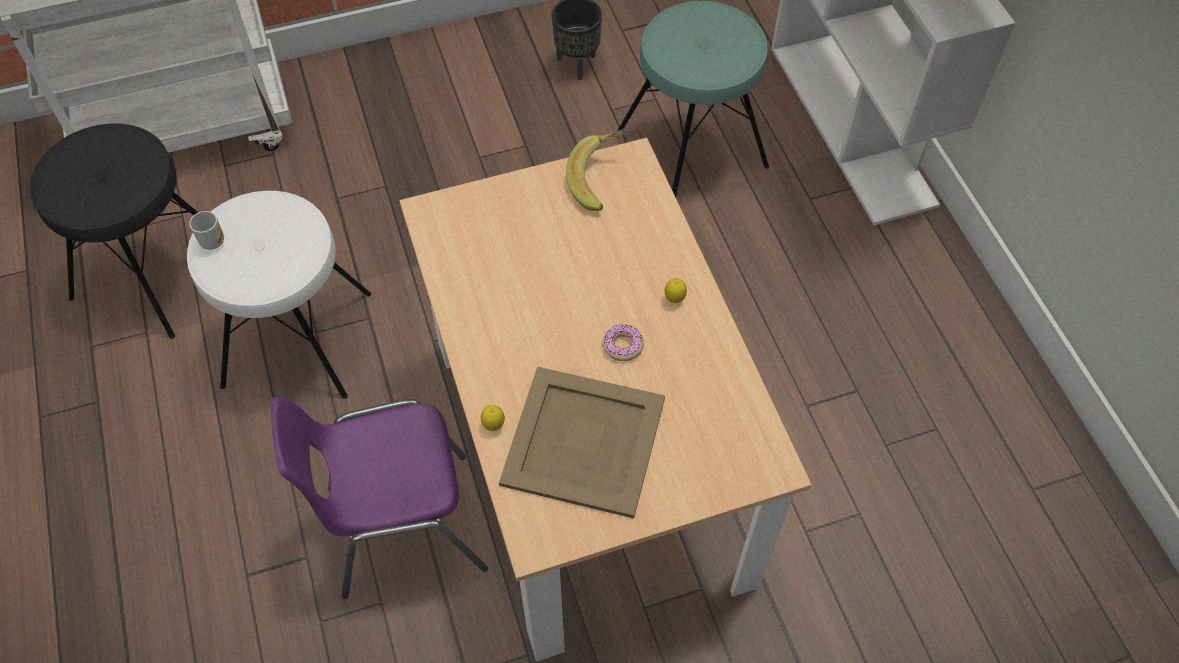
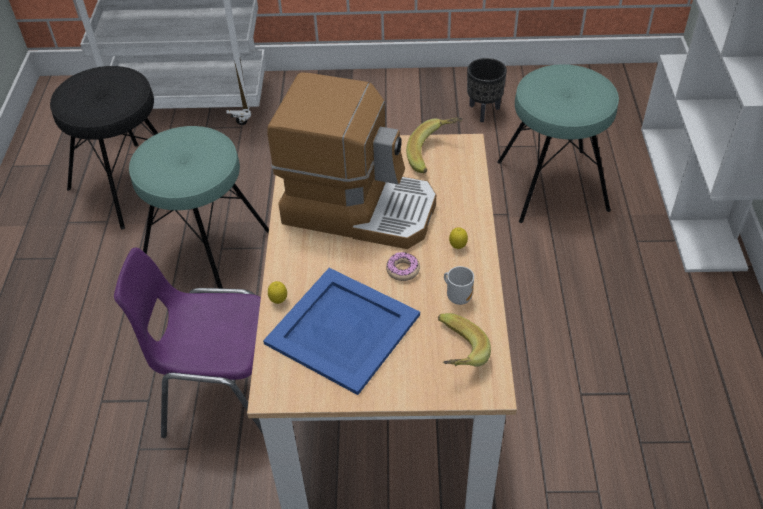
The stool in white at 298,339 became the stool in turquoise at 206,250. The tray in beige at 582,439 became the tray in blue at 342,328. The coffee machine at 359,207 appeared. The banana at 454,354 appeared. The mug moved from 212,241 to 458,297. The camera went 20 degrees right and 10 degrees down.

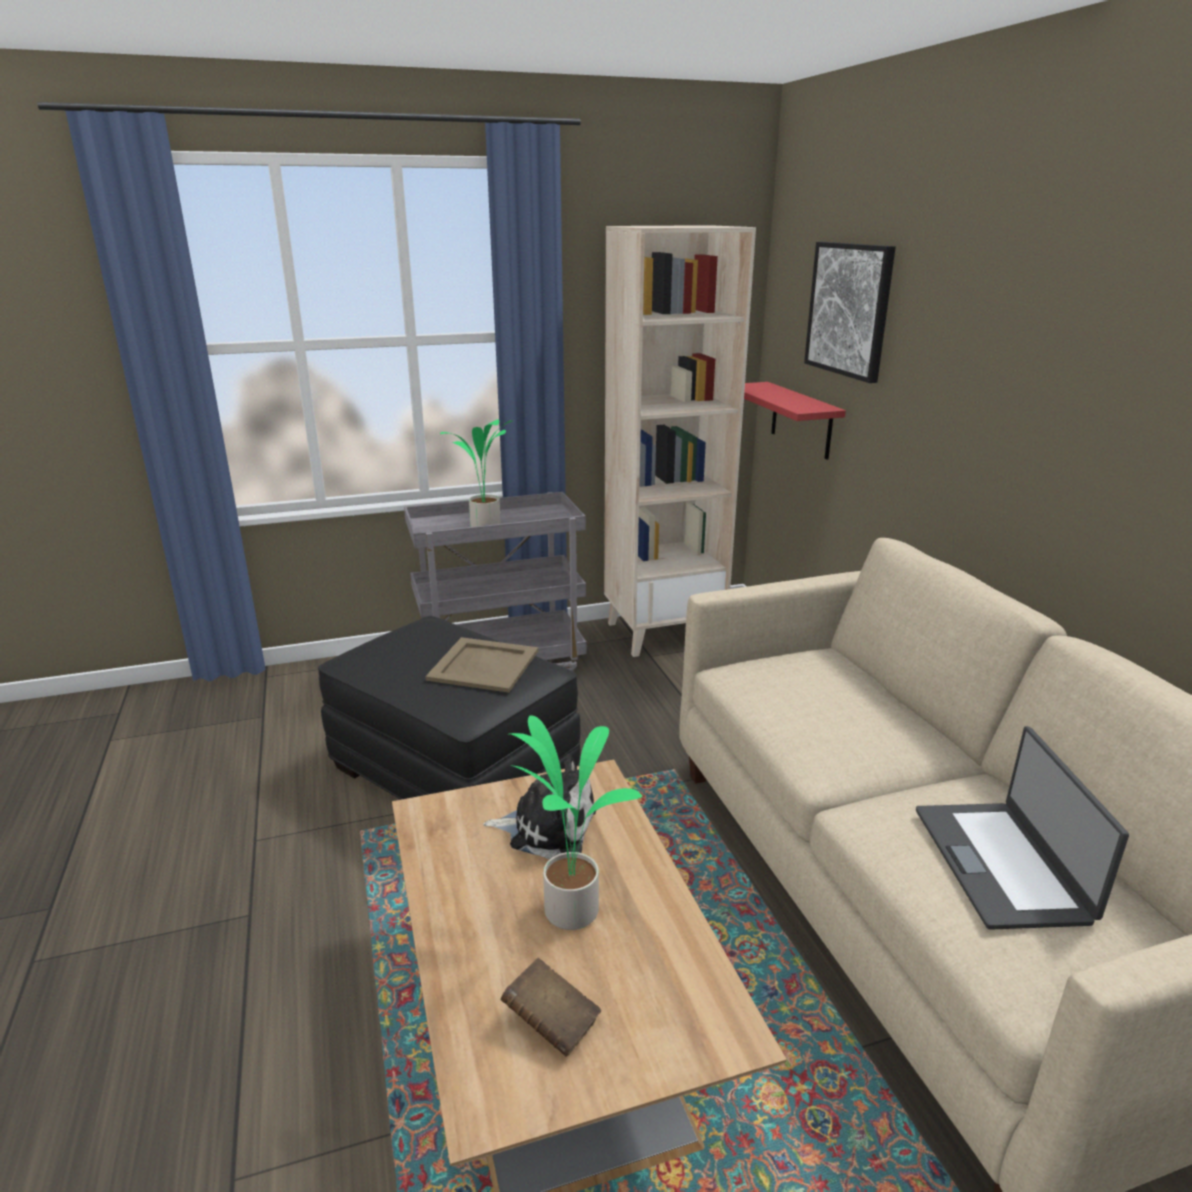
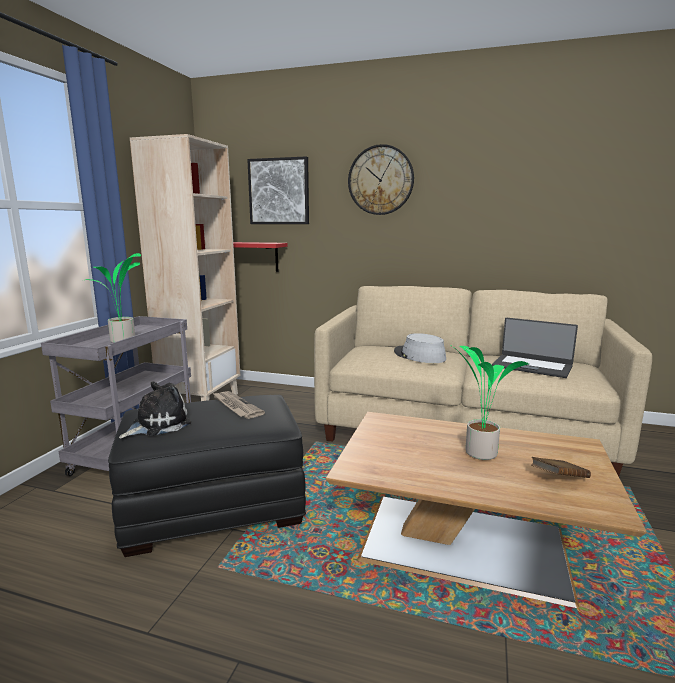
The plush toy moved from 547,827 to 157,424. The tray in beige at 483,664 was replaced by the newspaper at 236,406. The wall clock at 380,180 appeared. The hat in grey at 419,356 appeared. The camera went 55 degrees left and 10 degrees down.

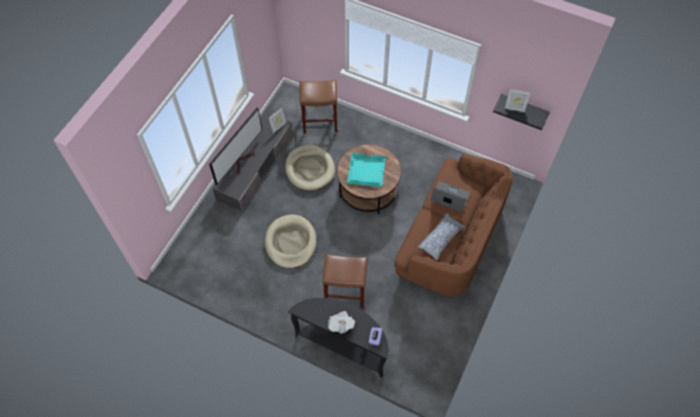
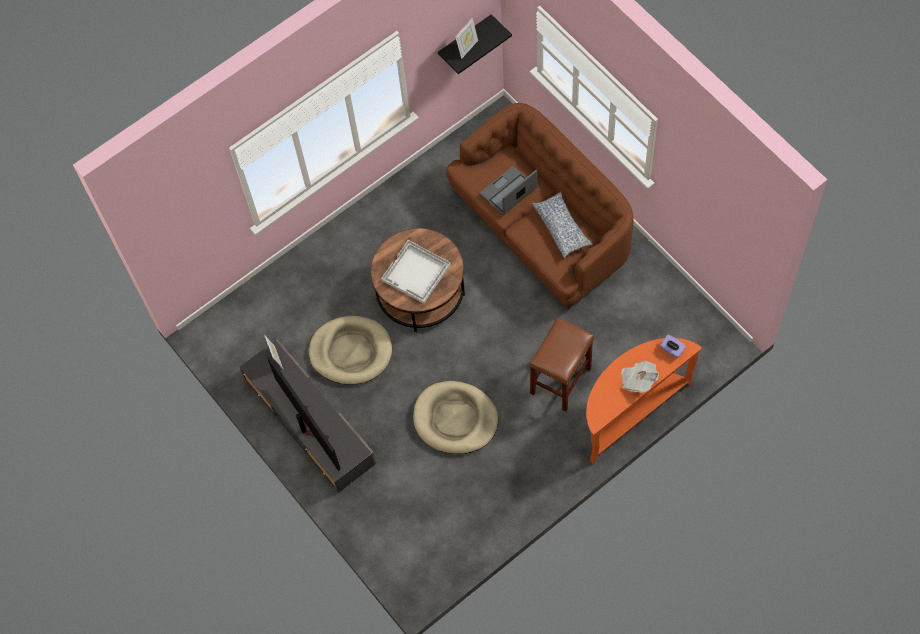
The tray in turquoise at 366,171 became the tray in white at 416,273. The console table in black at 343,345 became the console table in orange at 630,411. The stool in brown at 320,122 disappeared. The camera went 60 degrees left and 5 degrees up.

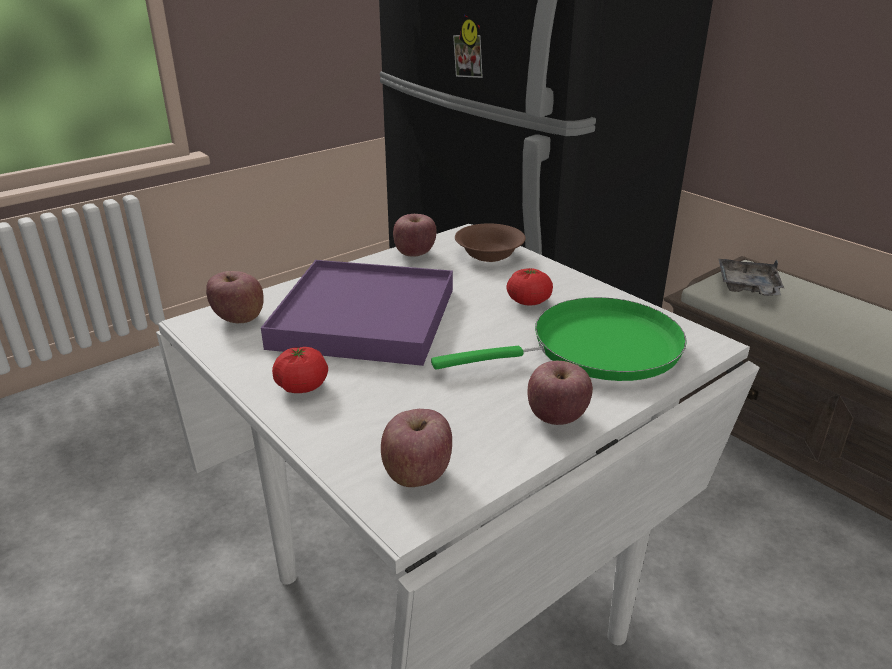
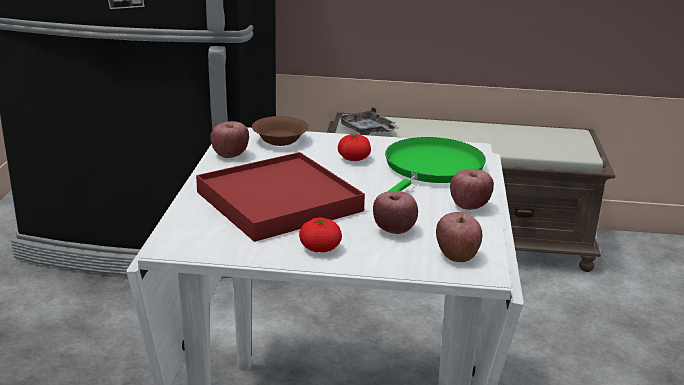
The tray in purple at 365,318 became the tray in red at 279,201. The apple moved from 238,318 to 394,230. The camera went 45 degrees left and 5 degrees down.

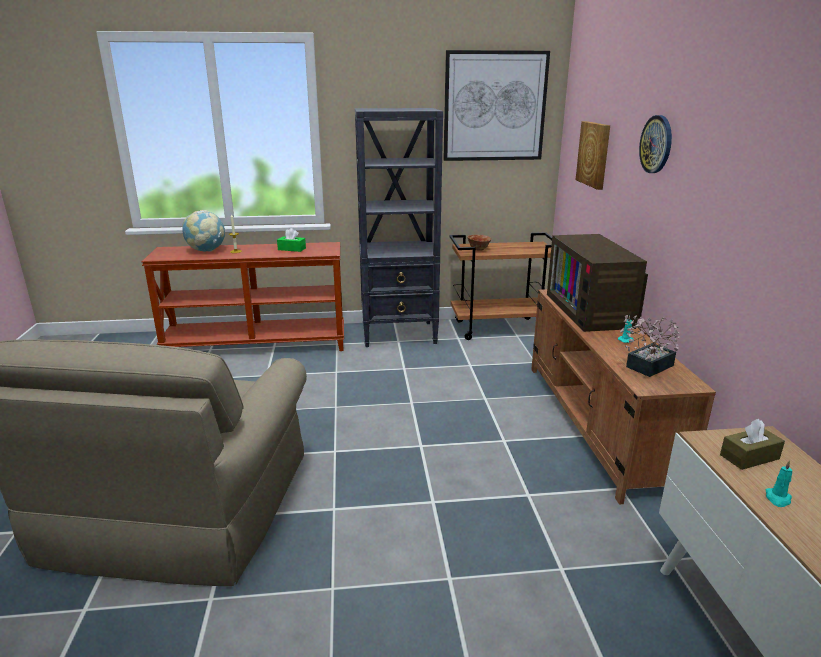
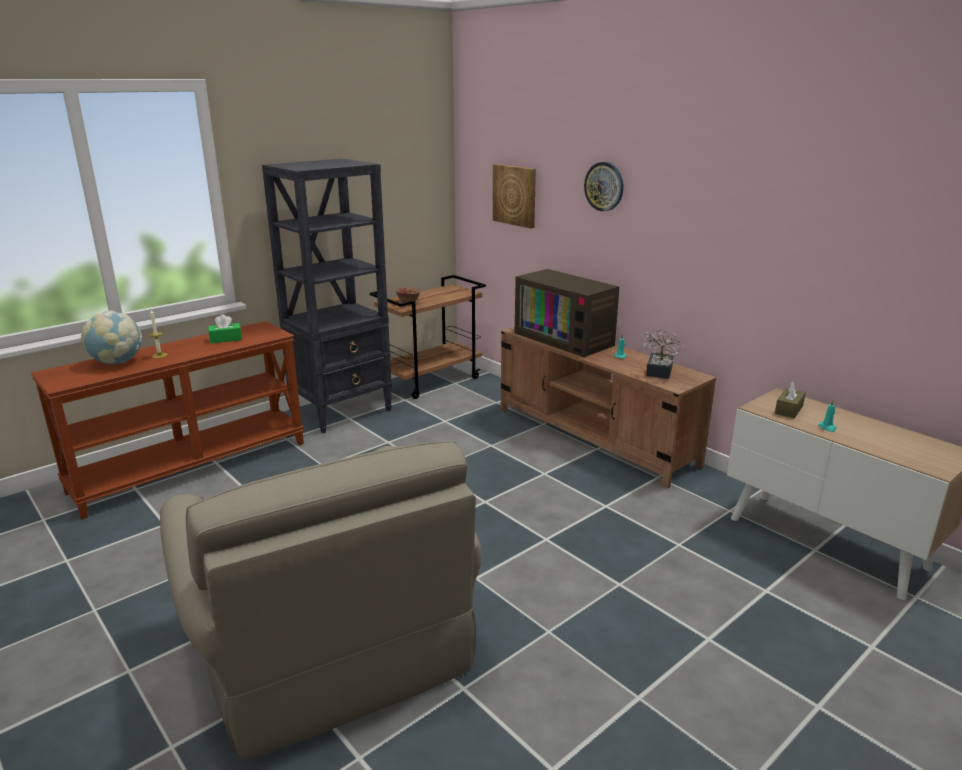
The picture at 494,107 disappeared. The camera went 35 degrees left and 0 degrees up.

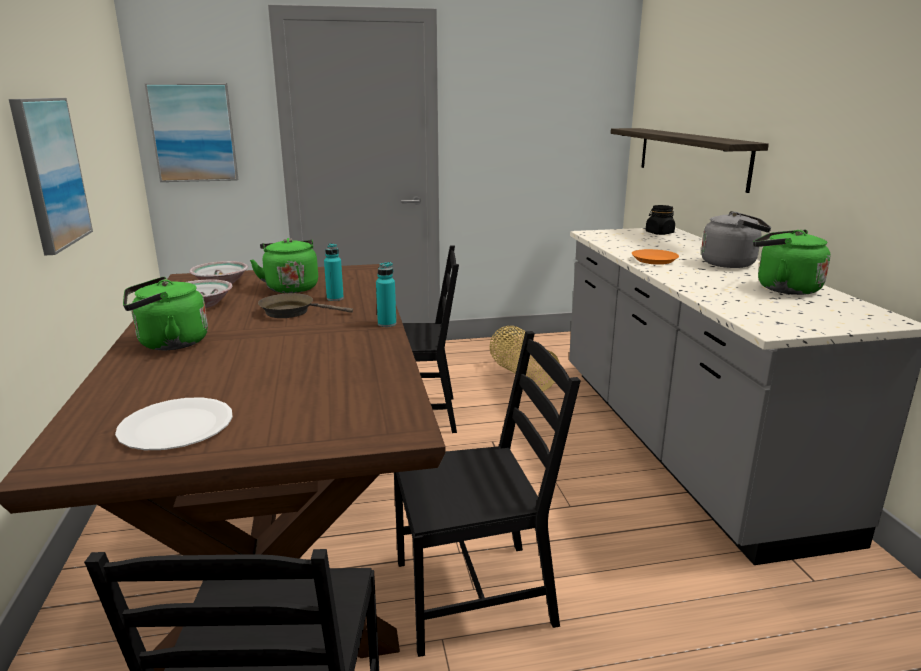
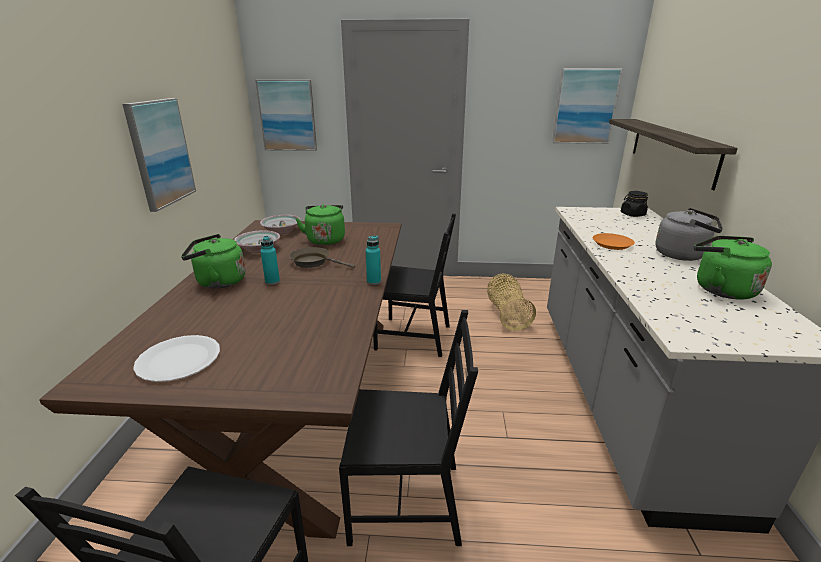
The bottle in turquoise moved from 335,298 to 272,281. The picture at 585,106 appeared. The camera went 15 degrees right and 5 degrees up.

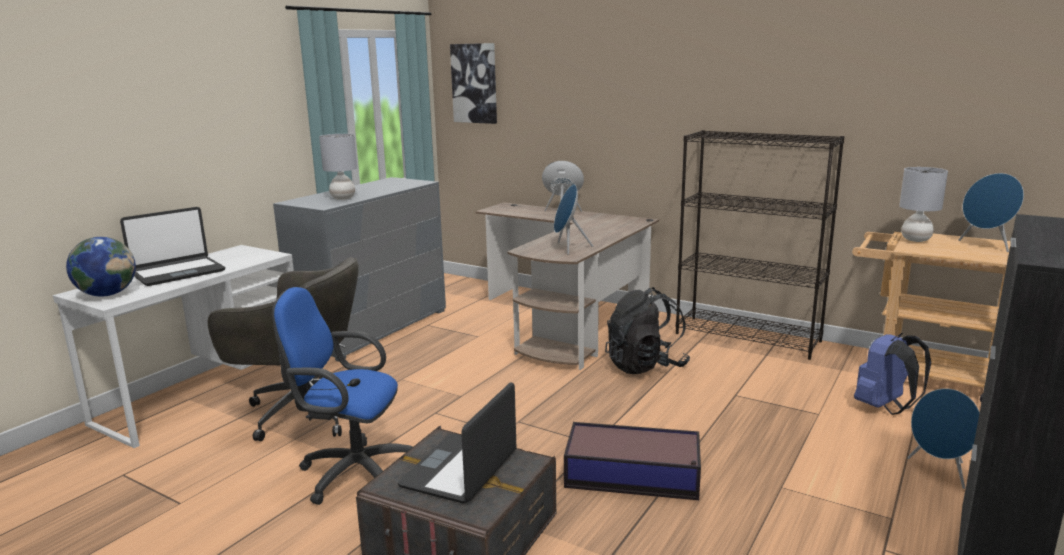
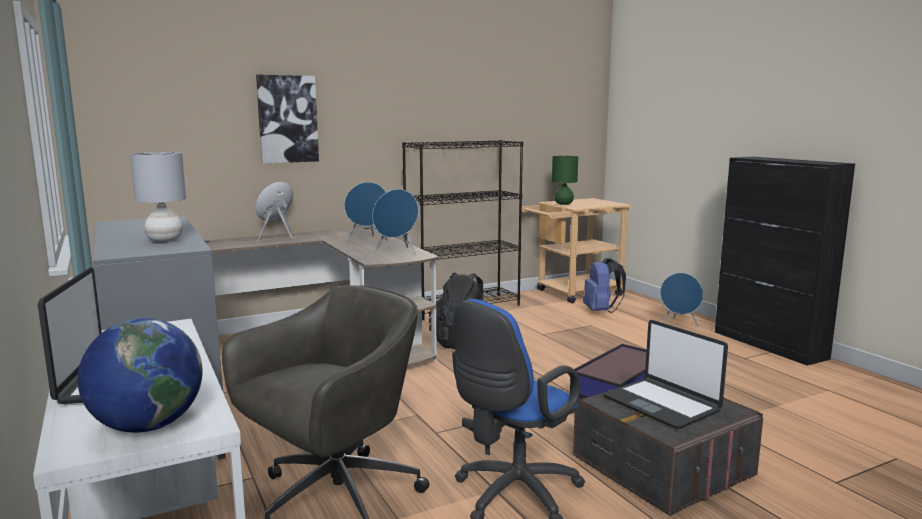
The picture moved from 474,83 to 287,119. The speaker in blue moved from 986,245 to 368,239. The table lamp in grey at 915,240 became the table lamp in green at 563,203. The camera went 60 degrees left and 5 degrees down.

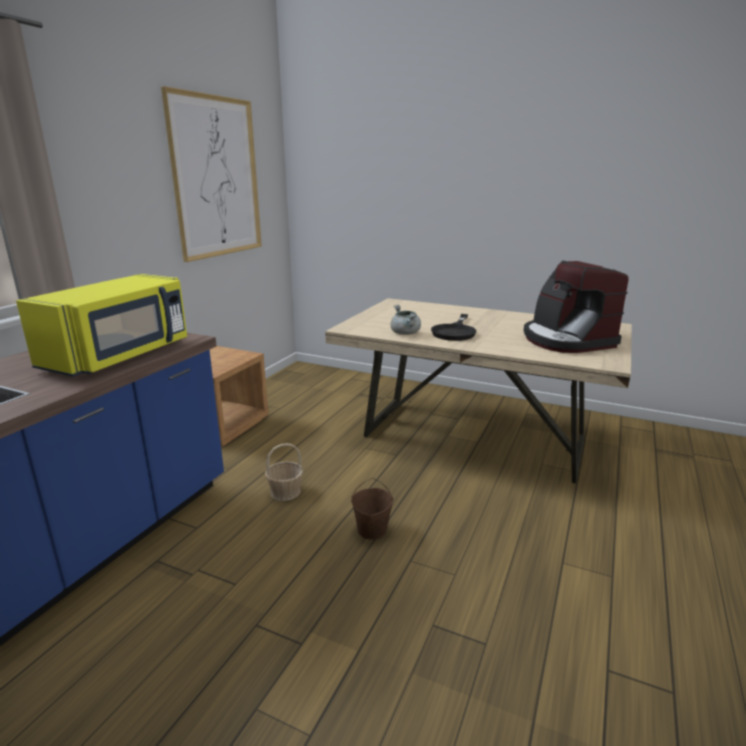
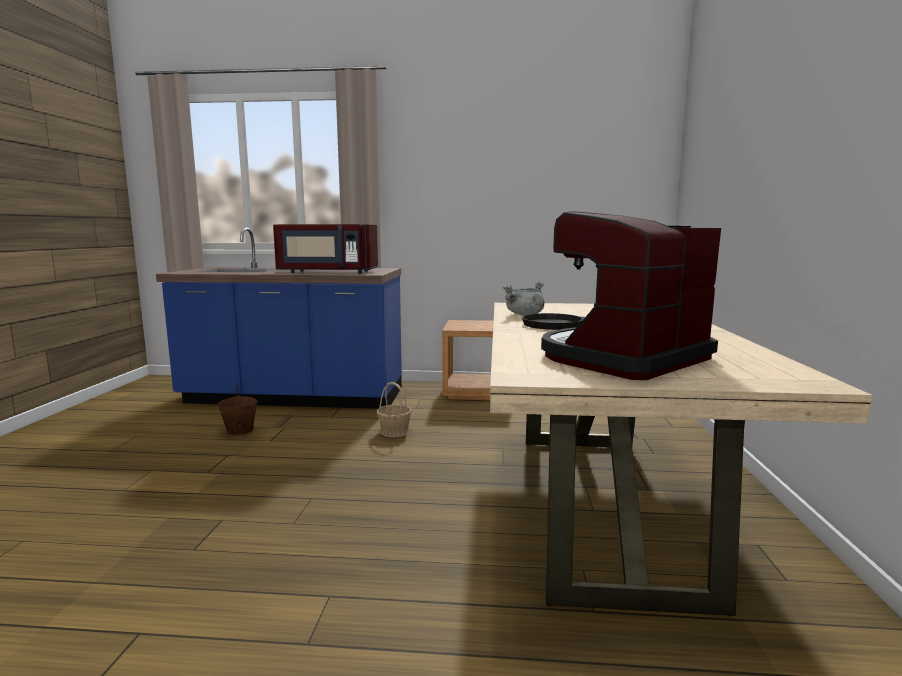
The bucket in brown moved from 372,530 to 239,431. The microwave in yellow at 121,355 became the microwave in red at 327,272. The picture at 216,178 disappeared. The camera went 70 degrees right and 10 degrees down.

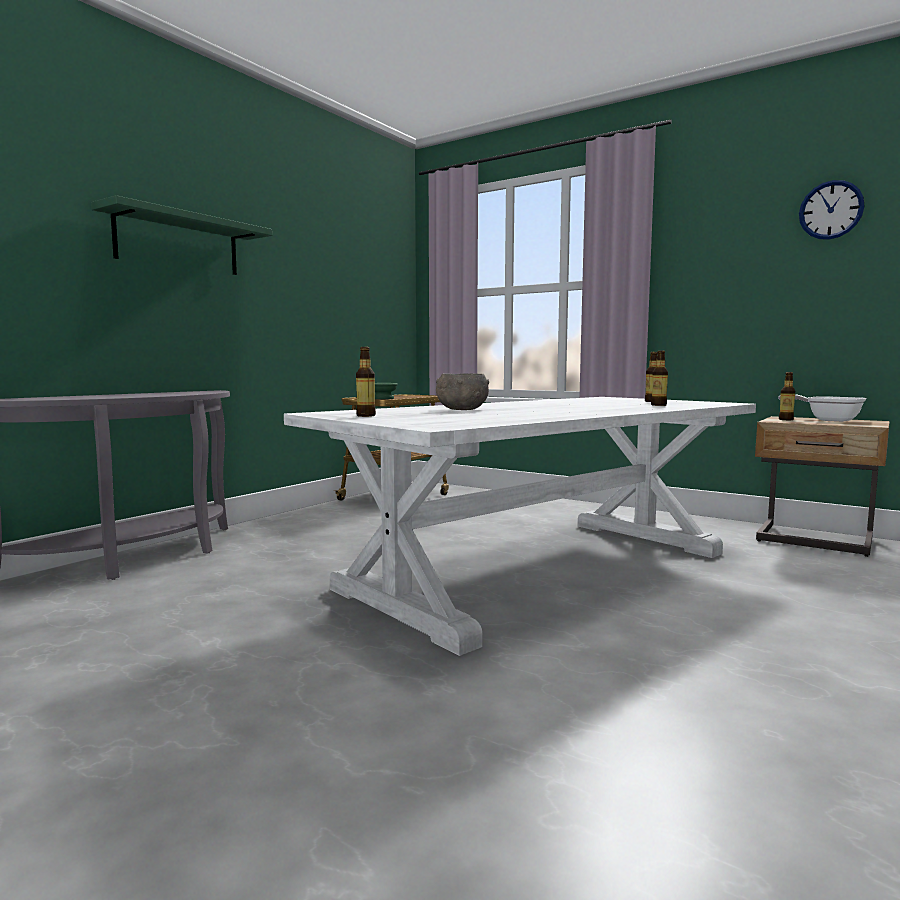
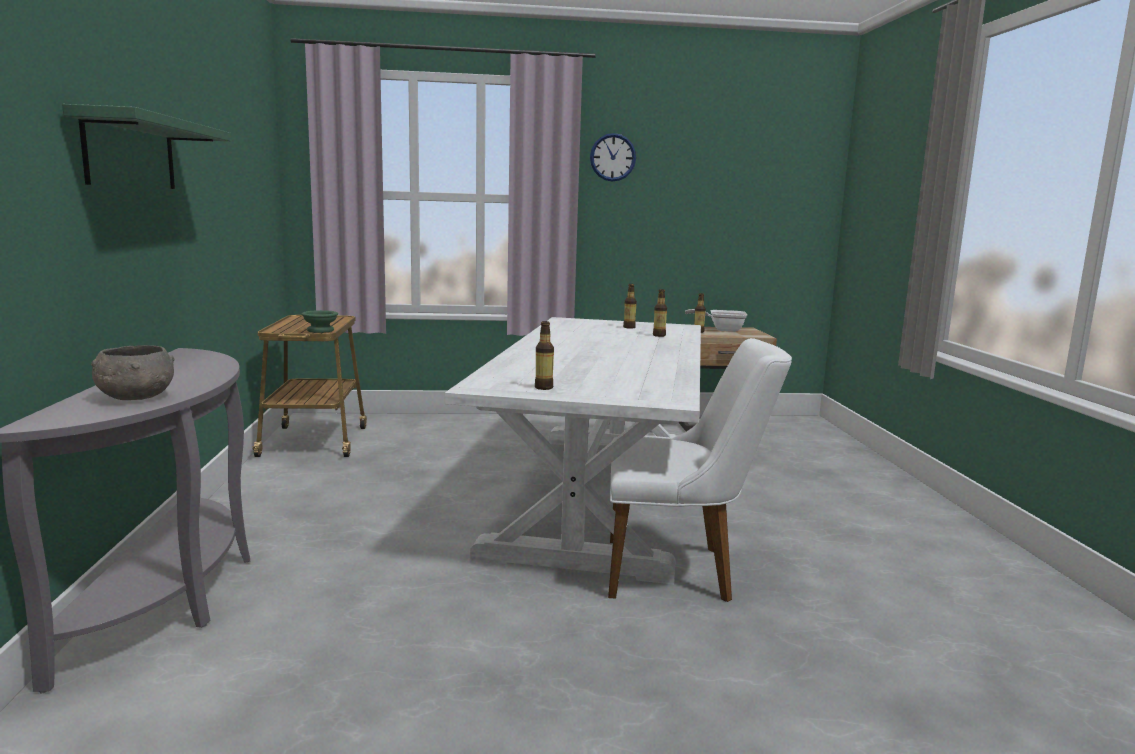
The bowl in grey moved from 461,409 to 135,397. The wall clock moved from 831,210 to 612,157. The chair in white at 681,571 appeared. The camera went 40 degrees left and 5 degrees up.

